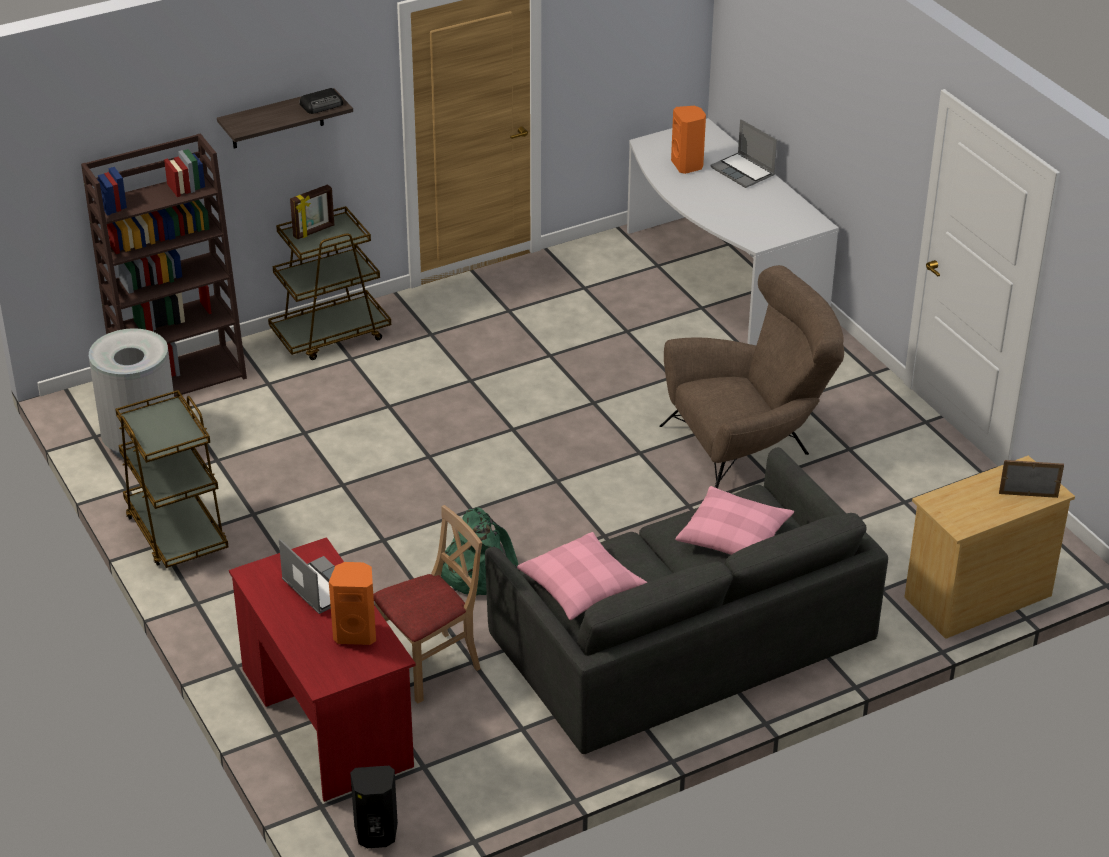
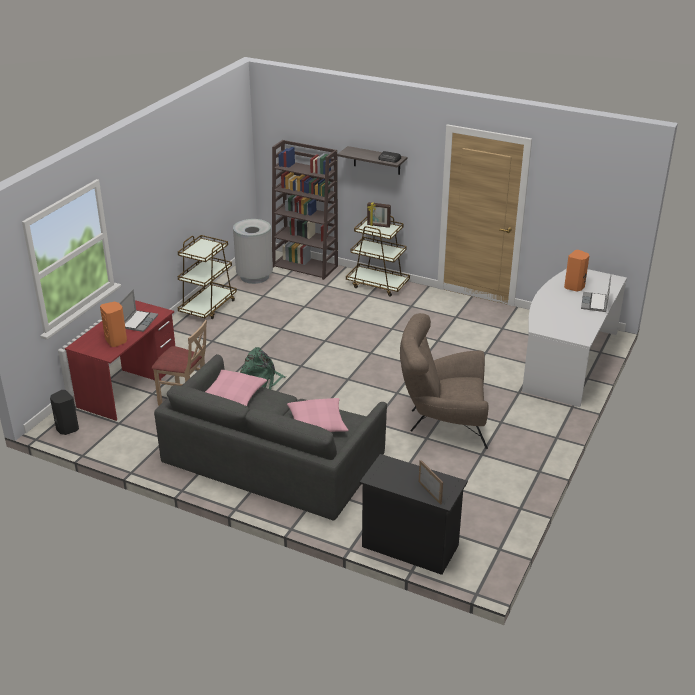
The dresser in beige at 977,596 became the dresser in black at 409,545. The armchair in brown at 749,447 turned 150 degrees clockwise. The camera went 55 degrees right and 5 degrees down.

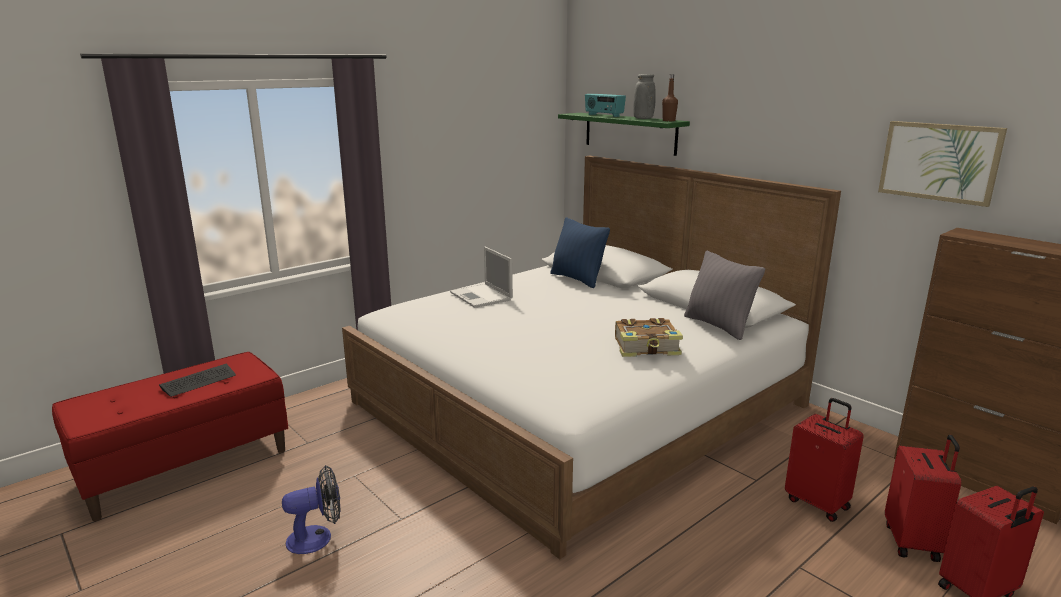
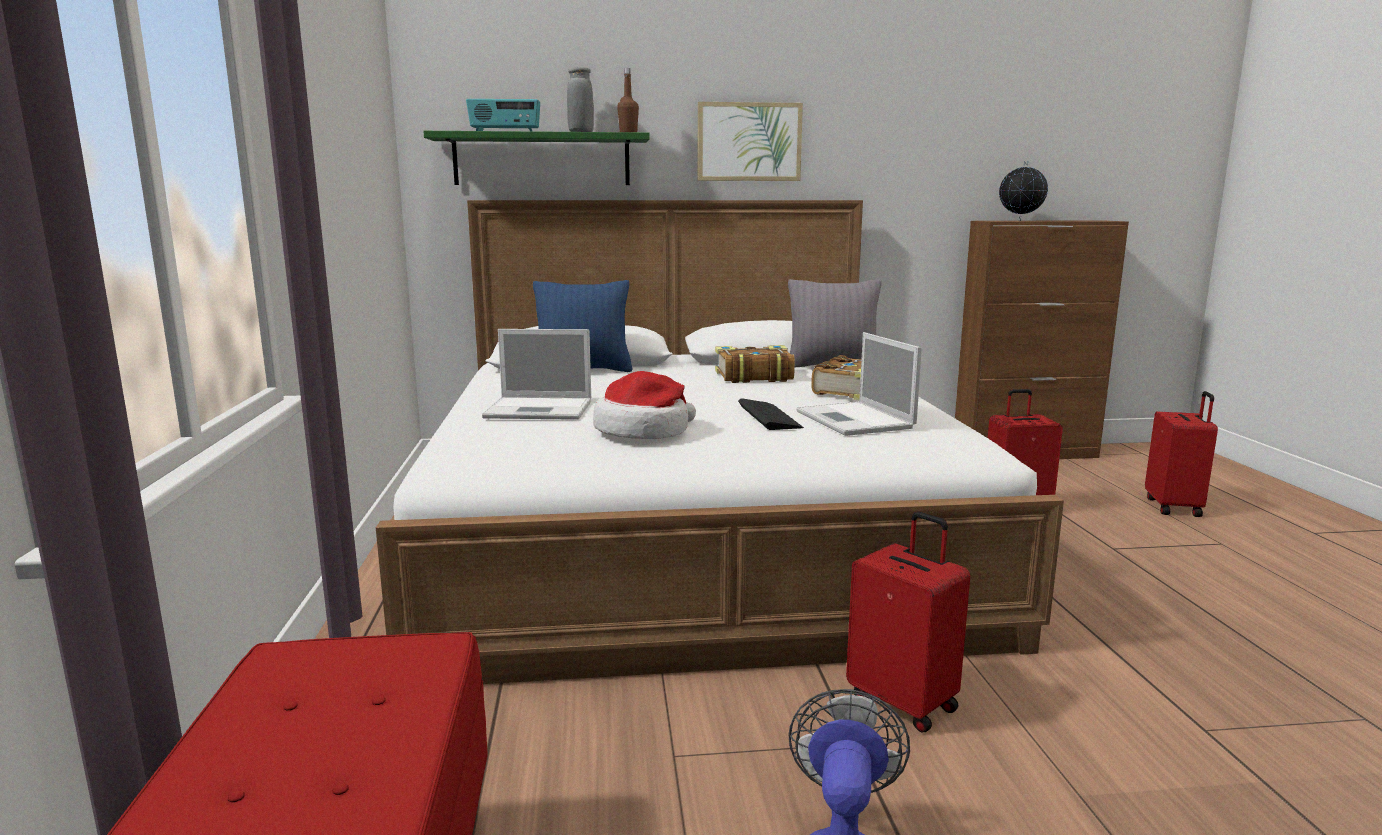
The hat at 644,431 appeared. The picture moved from 939,162 to 749,142. The book at 752,376 appeared. The keyboard moved from 199,381 to 769,416. The laptop at 856,420 appeared. The suitcase in red moved from 913,542 to 904,702. The globe at 1020,220 appeared. The camera went 55 degrees left and 5 degrees down.

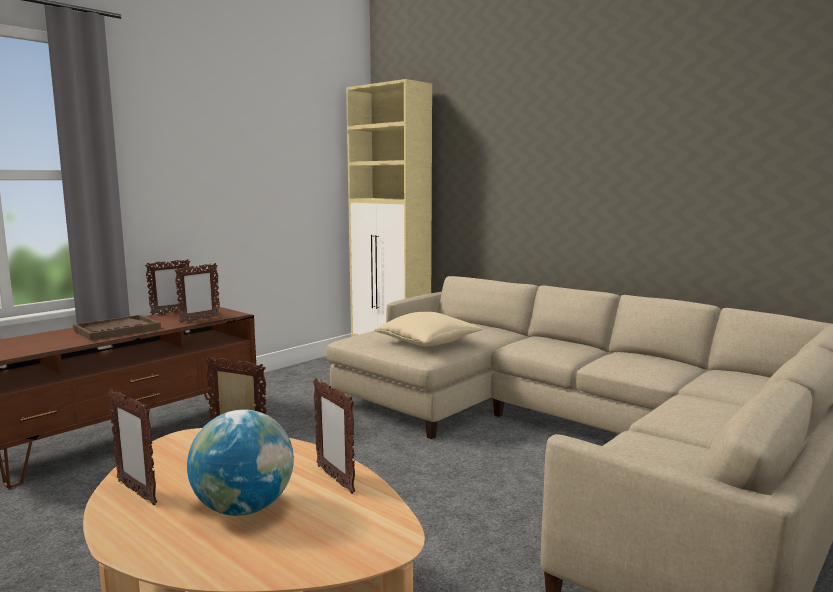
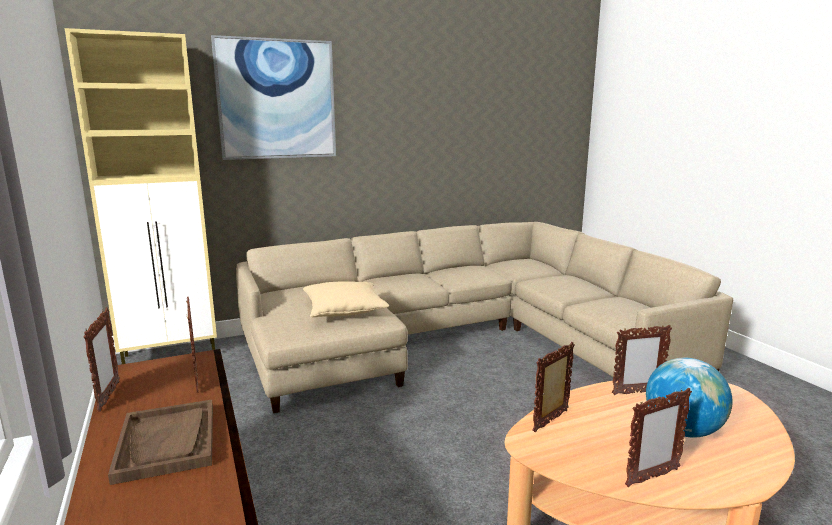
The picture at 277,99 appeared. The camera went 65 degrees left and 5 degrees up.

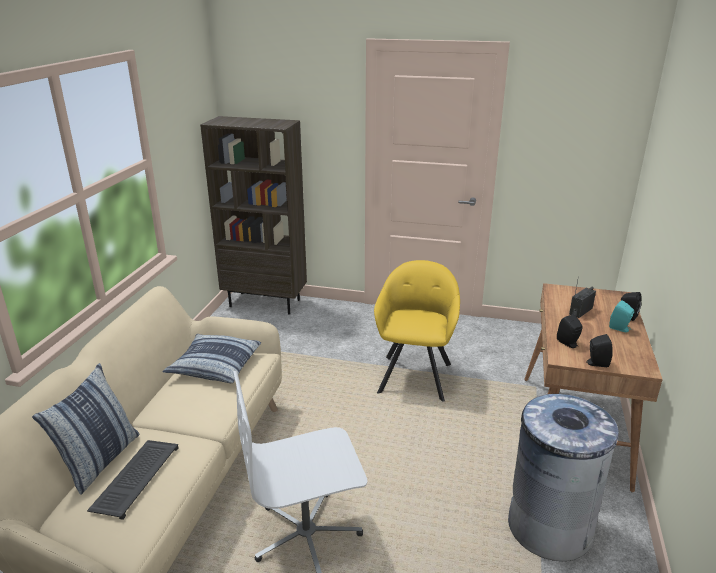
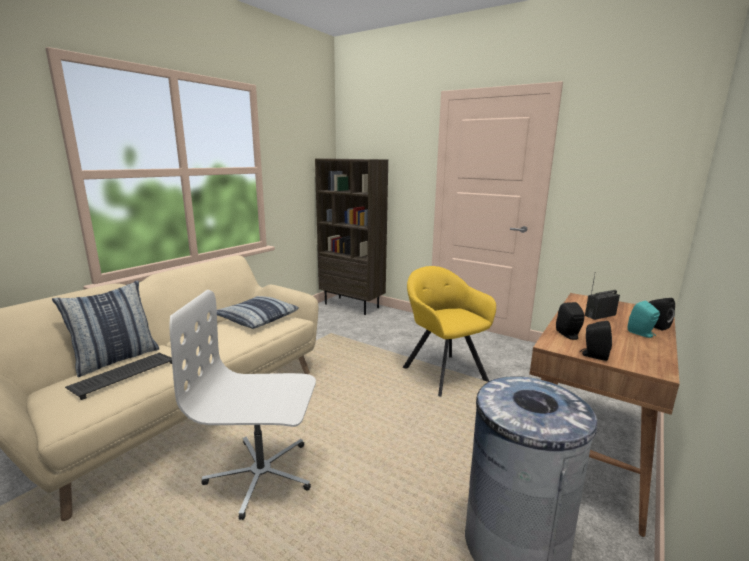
The armchair in yellow at 415,375 turned 60 degrees counterclockwise. The camera went 20 degrees right and 10 degrees down.

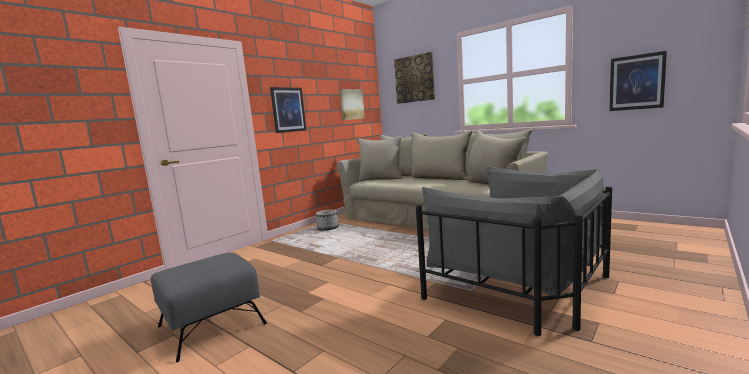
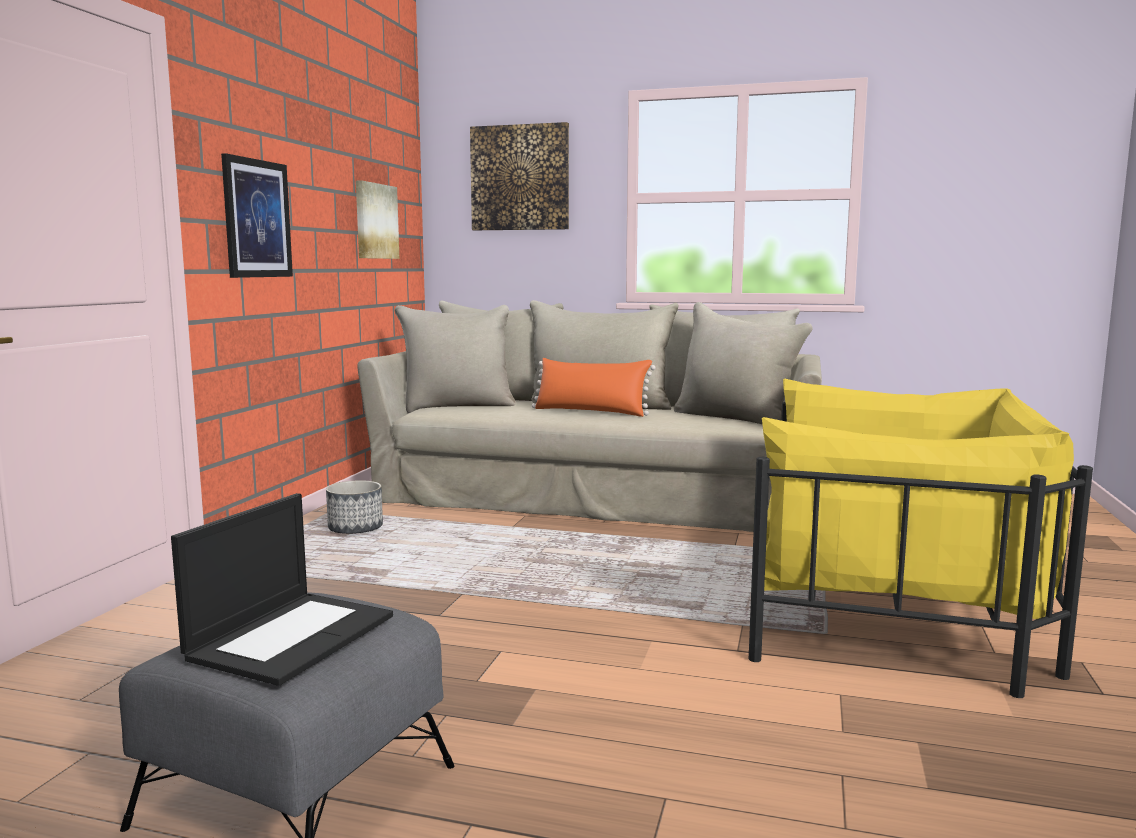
The laptop at 292,636 appeared. The pillow in orange at 591,411 appeared. The armchair in grey at 519,283 became the armchair in yellow at 892,609. The picture at 636,82 disappeared. The camera went 25 degrees left and 0 degrees up.

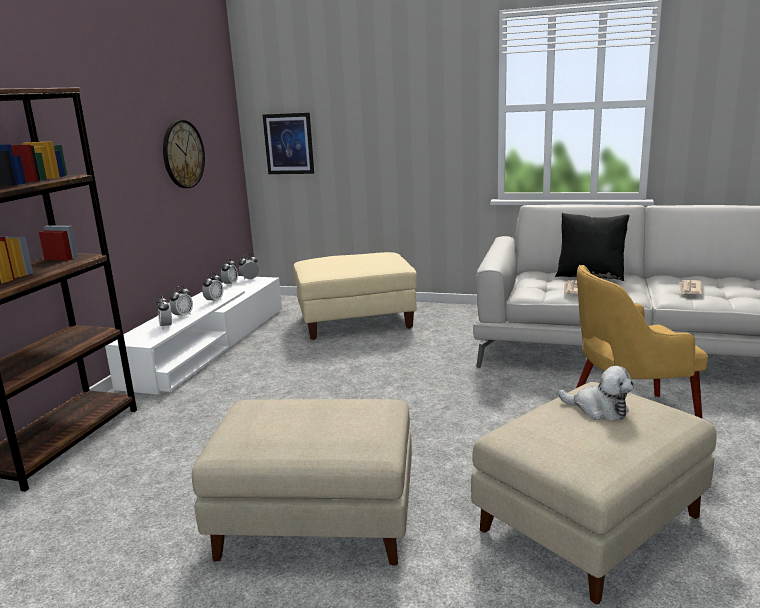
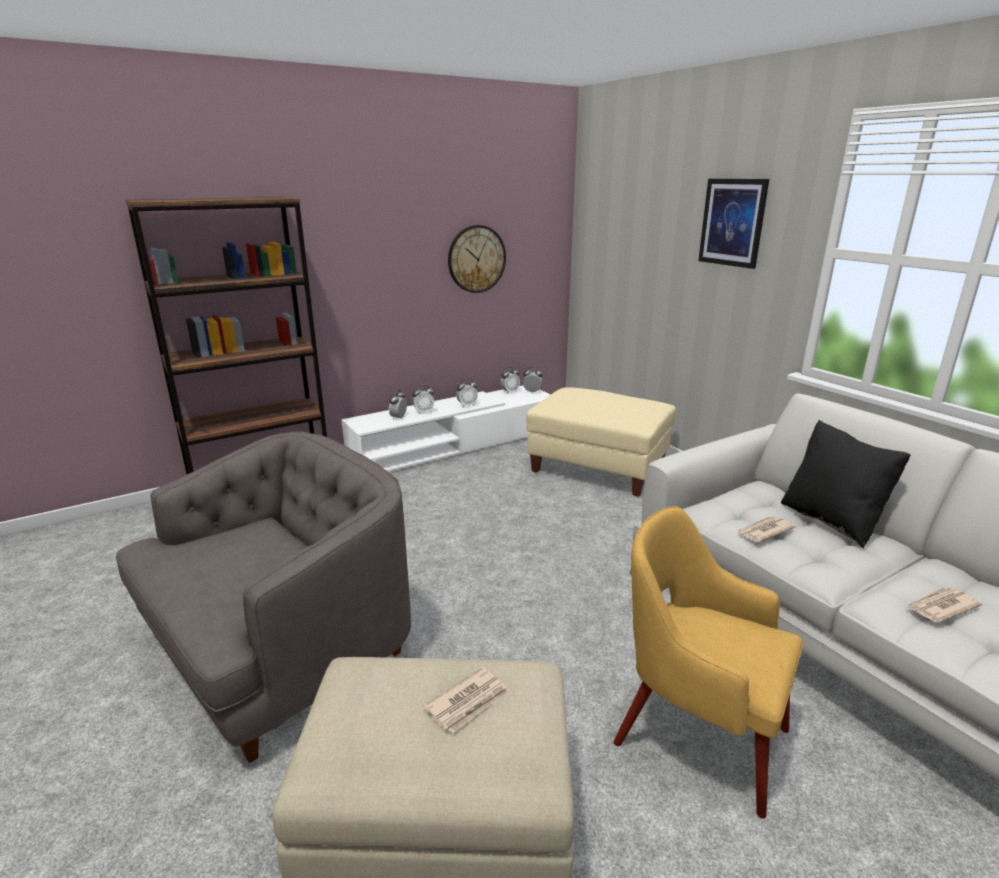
The ottoman in beige at 318,519 was replaced by the armchair in grey at 280,647. The plush toy at 598,409 was replaced by the newspaper at 468,702. The picture moved from 289,144 to 732,222. The camera went 40 degrees right and 5 degrees up.

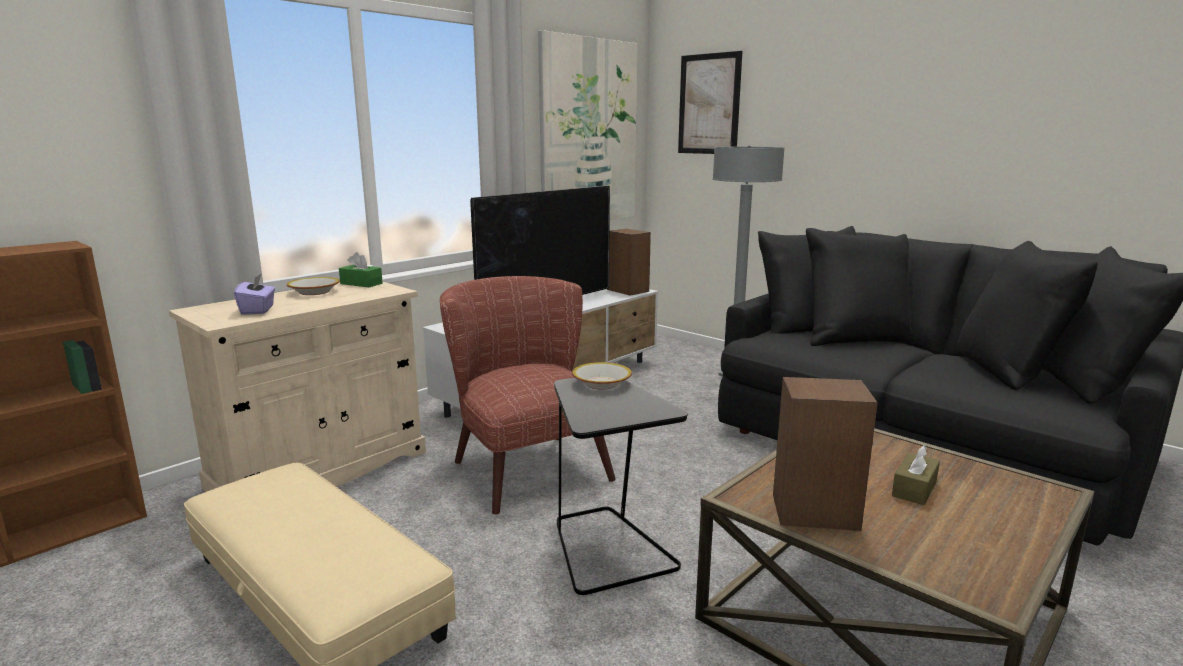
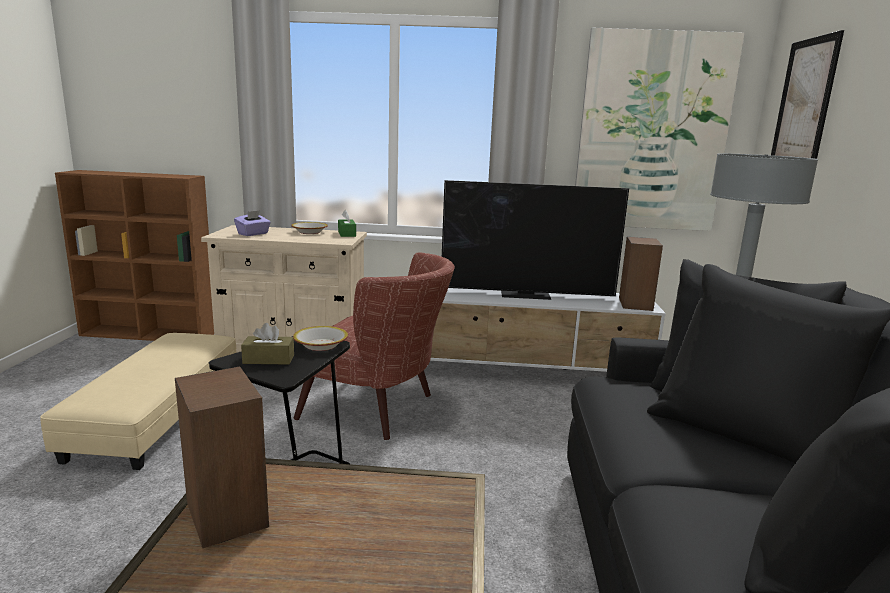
The tissue box in brown moved from 914,489 to 268,359. The armchair in brown at 525,464 turned 90 degrees clockwise. The camera went 50 degrees right and 0 degrees up.

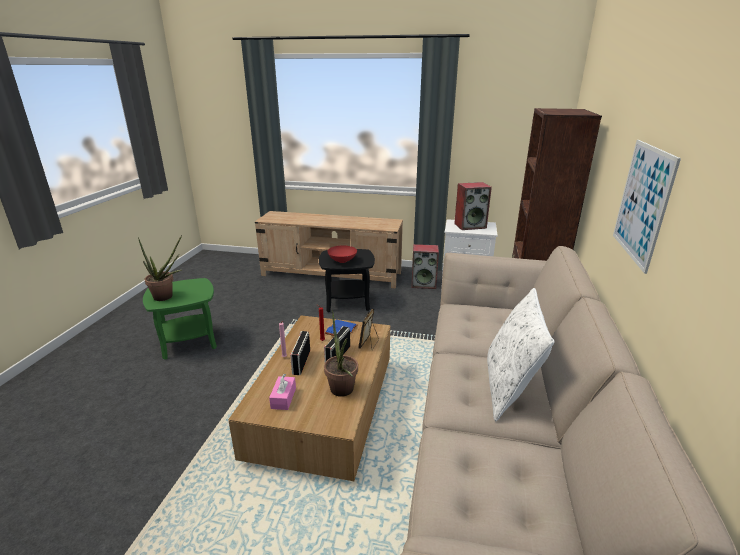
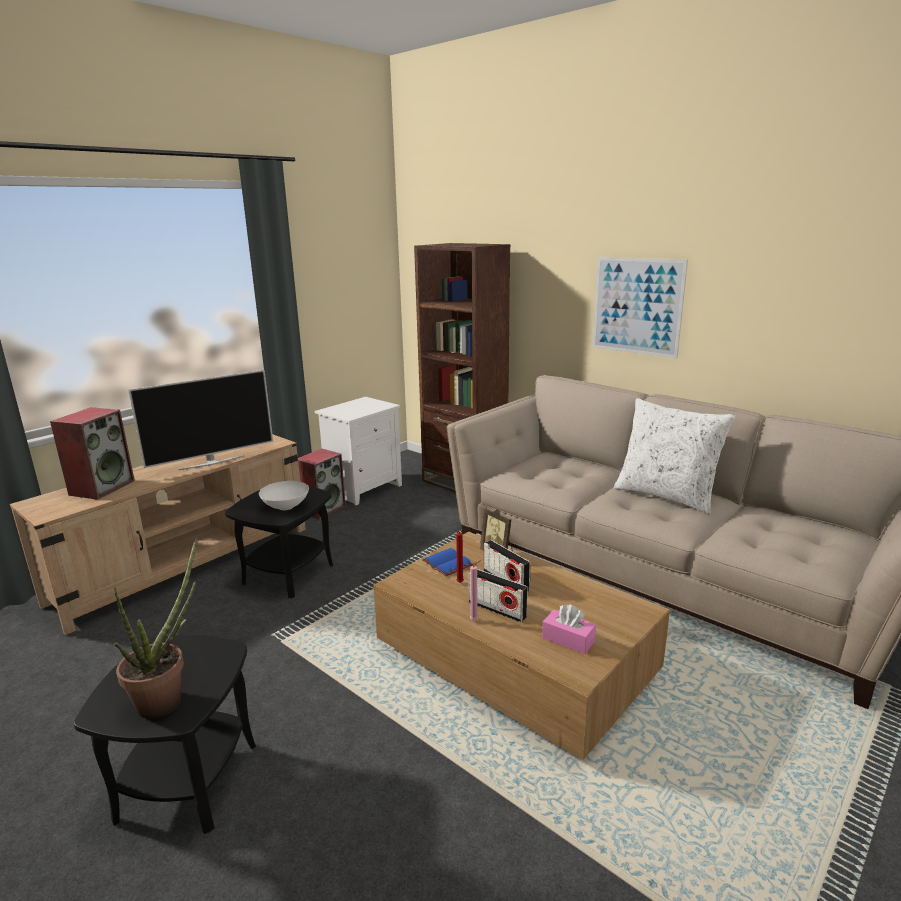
The speaker moved from 470,226 to 102,487. The side table in green at 189,342 became the side table in black at 188,781. The television at 211,462 appeared. The bowl in red at 342,261 became the bowl in white at 286,507. The potted plant at 342,392 disappeared. The camera went 60 degrees left and 5 degrees down.

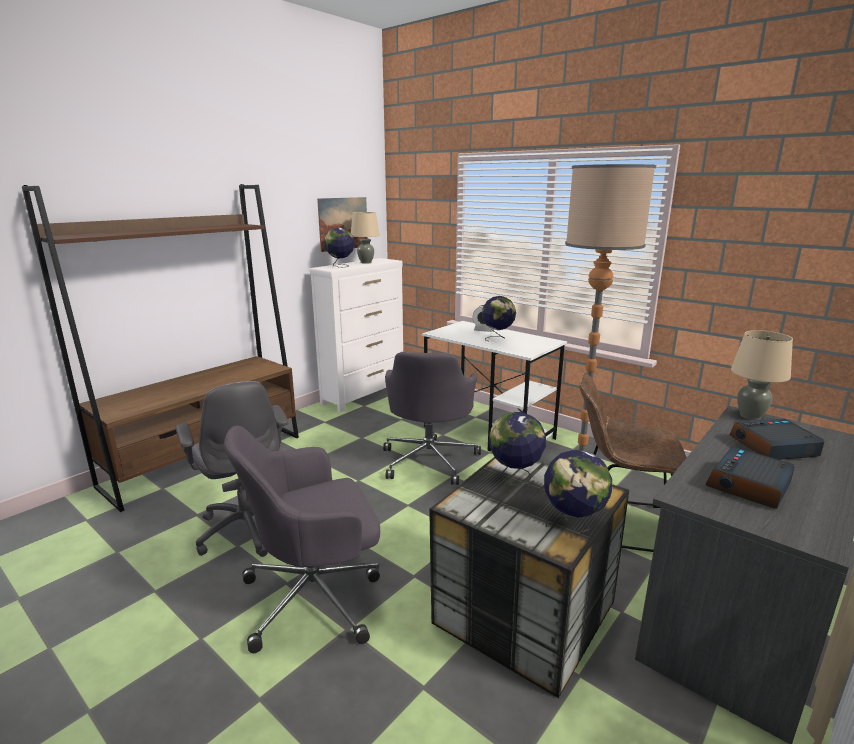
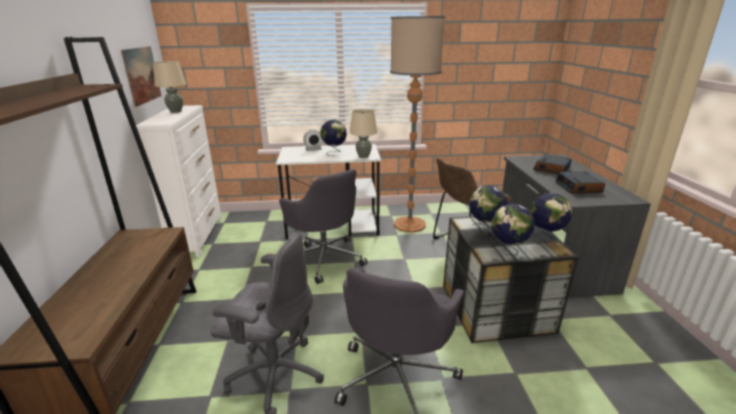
The table lamp in beige moved from 750,416 to 363,156. The globe moved from 340,266 to 508,251. The camera went 45 degrees left and 5 degrees up.

